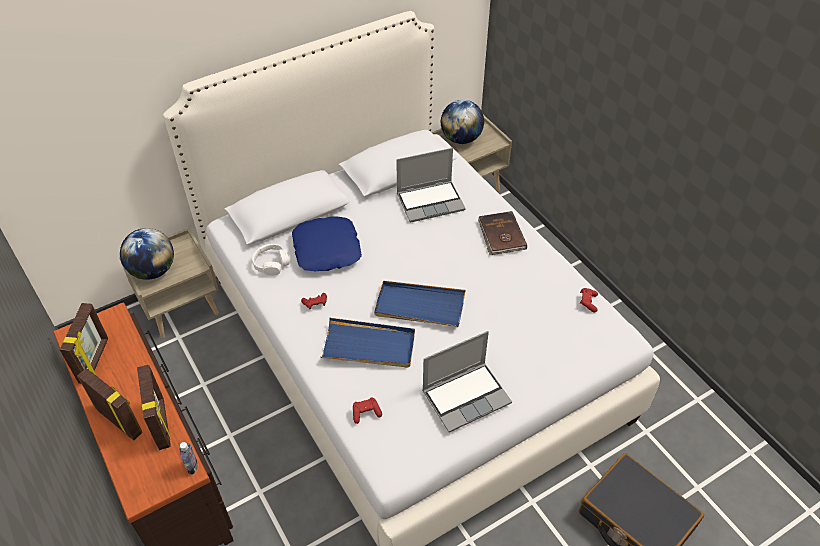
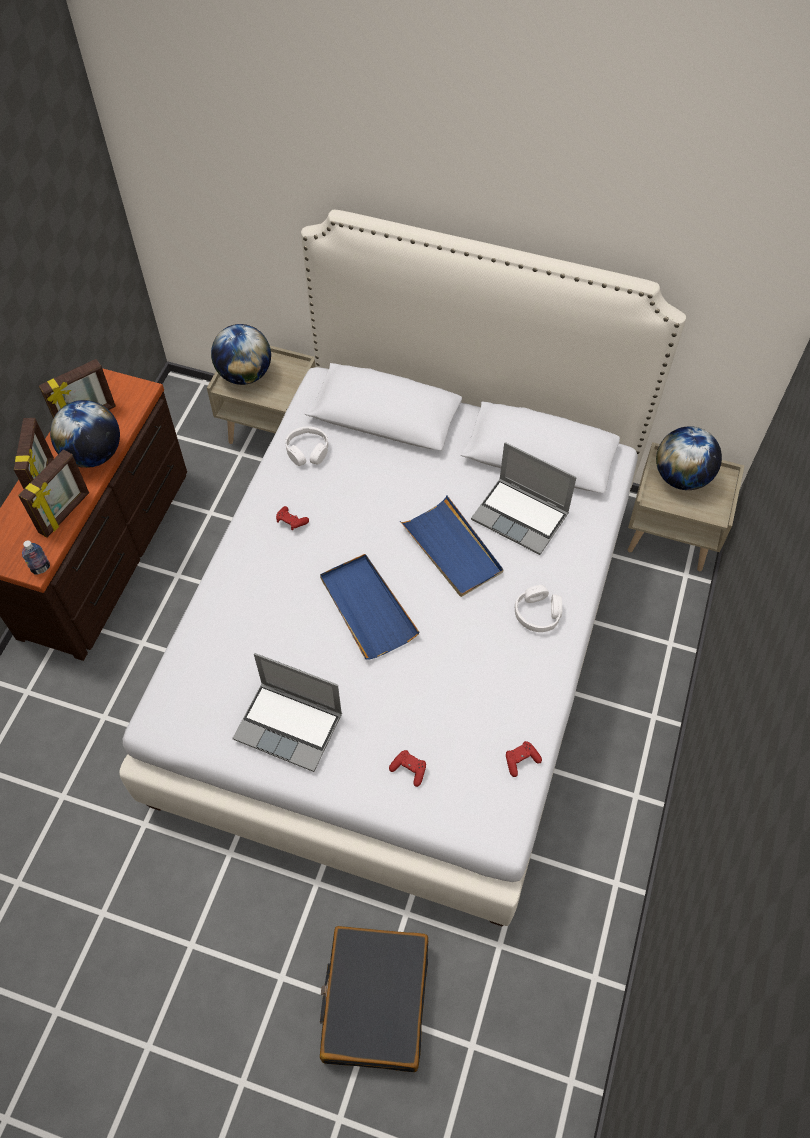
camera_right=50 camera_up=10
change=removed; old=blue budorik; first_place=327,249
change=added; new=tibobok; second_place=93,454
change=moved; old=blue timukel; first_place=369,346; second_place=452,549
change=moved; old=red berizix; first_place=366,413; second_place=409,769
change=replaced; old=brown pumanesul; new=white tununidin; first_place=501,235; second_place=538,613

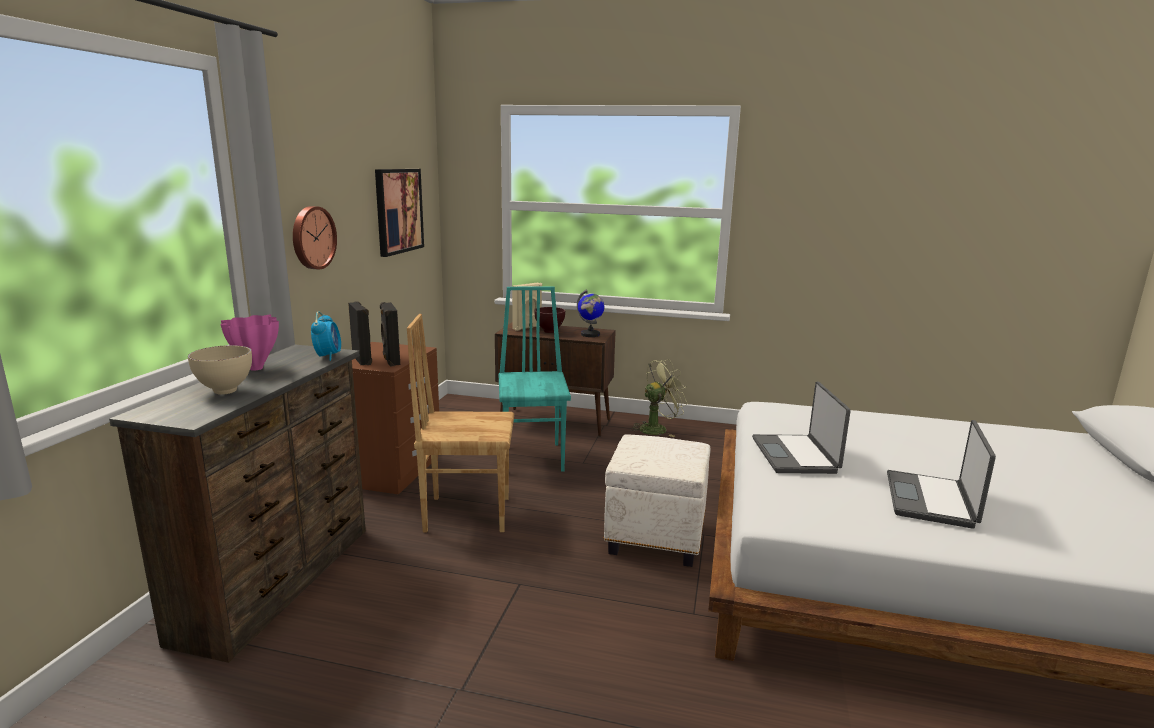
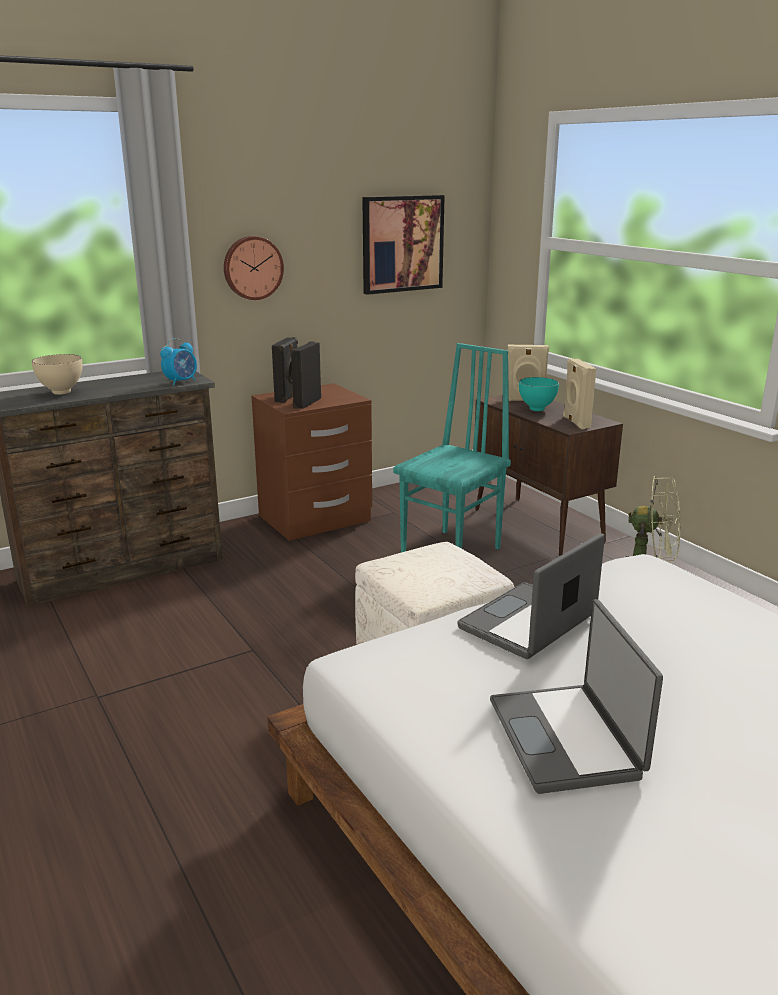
camera_right=45 camera_up=5
change=removed; old=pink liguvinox; first_place=255,369
change=removed; old=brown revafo; first_place=466,513
change=replaced; old=tibobok; new=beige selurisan; first_place=590,335; second_place=575,422
change=recoloured; old=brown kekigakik; new=turquoise kekigakik; first_place=550,331; second_place=538,409
change=turned; old=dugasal; first_place=932,501; second_place=567,739; degrees=-75

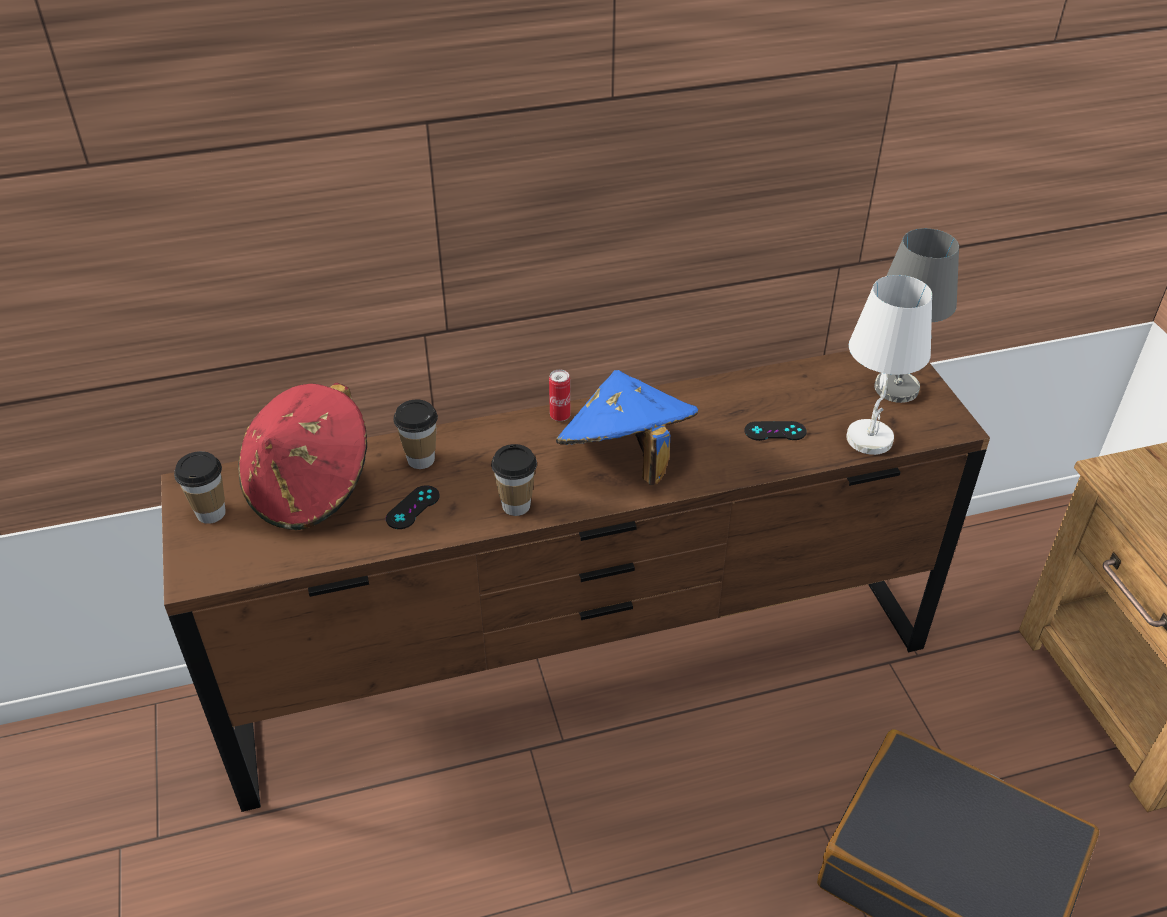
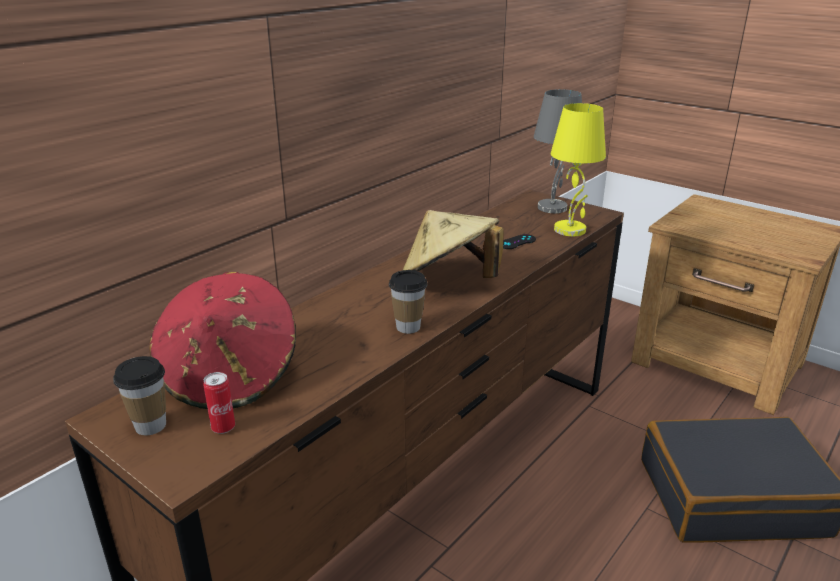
camera_right=-35 camera_up=-15
change=removed; old=black berizix; first_place=413,507
change=removed; old=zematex; first_place=421,460
change=moved; old=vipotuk; first_place=560,416; second_place=223,428
change=recoloured; old=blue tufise; new=beige tufise; first_place=626,460; second_place=449,281
change=recoloured; old=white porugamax; new=yellow porugamax; first_place=870,440; second_place=571,230

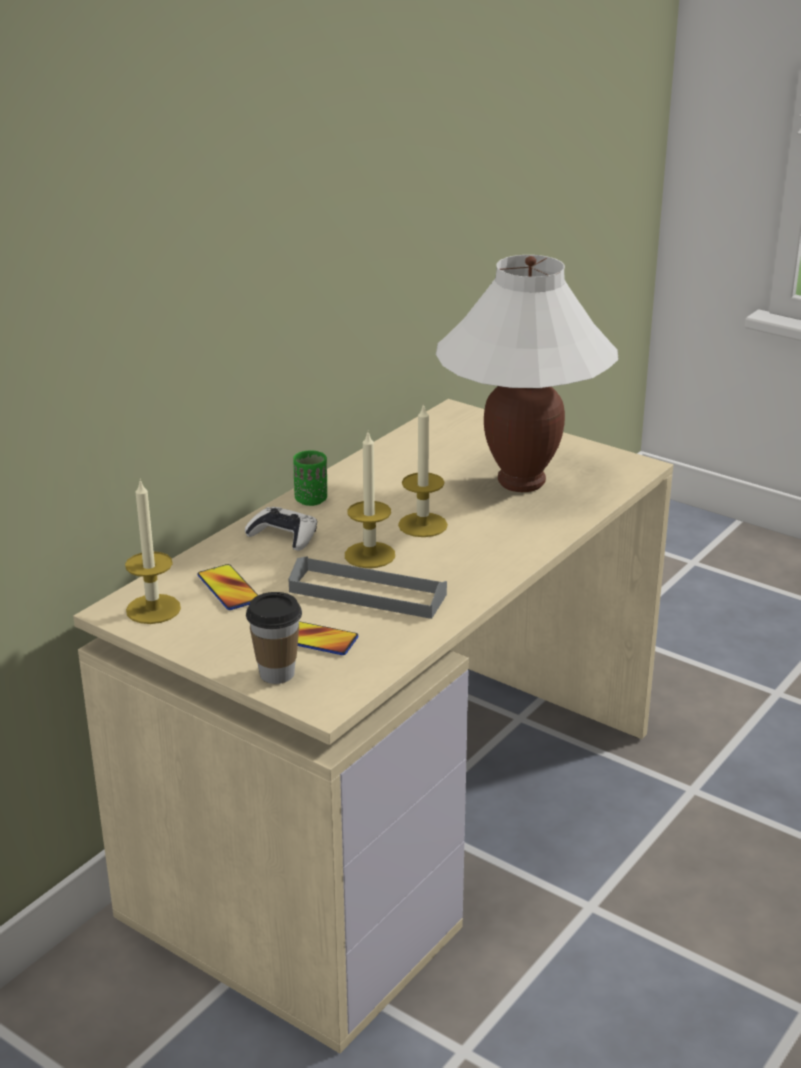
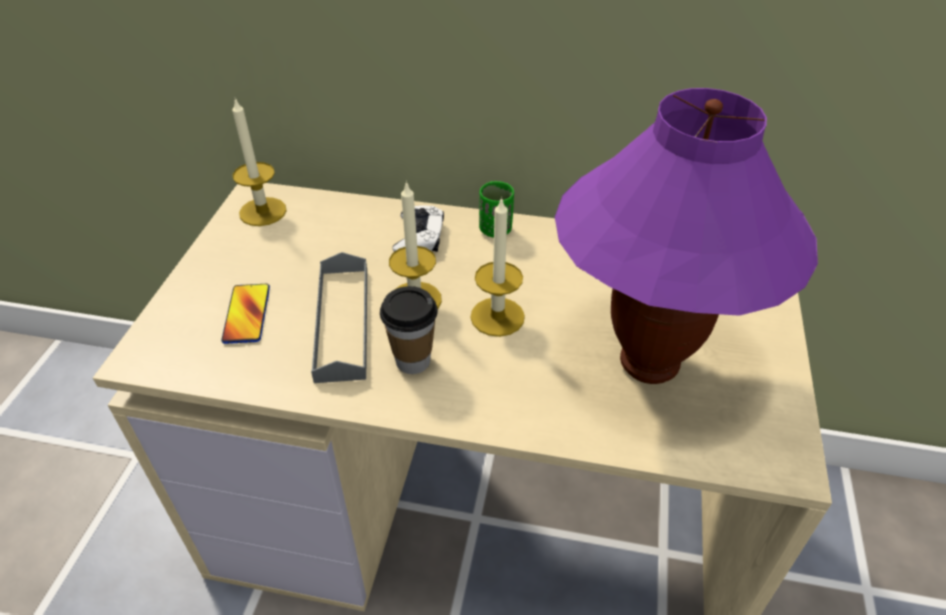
camera_right=65 camera_up=15
change=removed; old=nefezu; first_place=229,589
change=moved; old=zematex; first_place=277,674; second_place=413,361
change=recoloured; old=white porugamax; new=purple porugamax; first_place=522,482; second_place=650,364

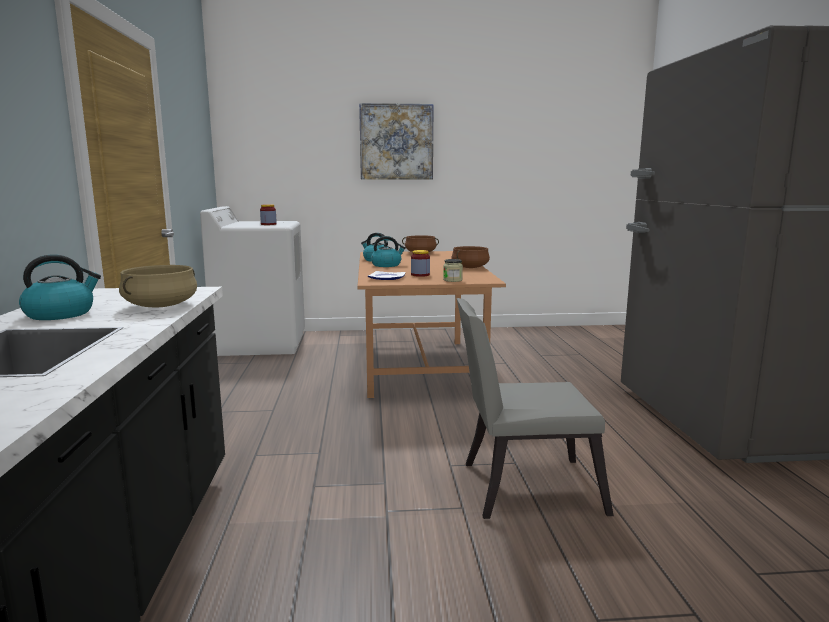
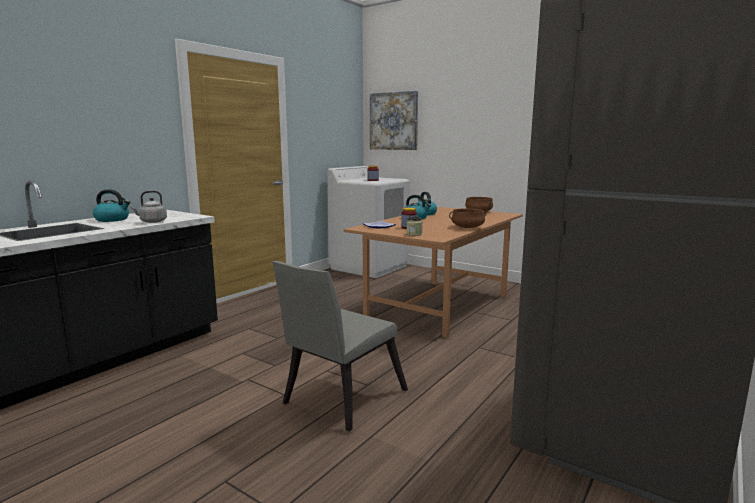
camera_right=40 camera_up=0
change=moved; old=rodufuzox; first_place=396,142; second_place=393,121
change=replaced; old=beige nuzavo; new=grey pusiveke; first_place=161,306; second_place=152,222
change=turned; old=grey revafo; first_place=522,487; second_place=339,399; degrees=-90

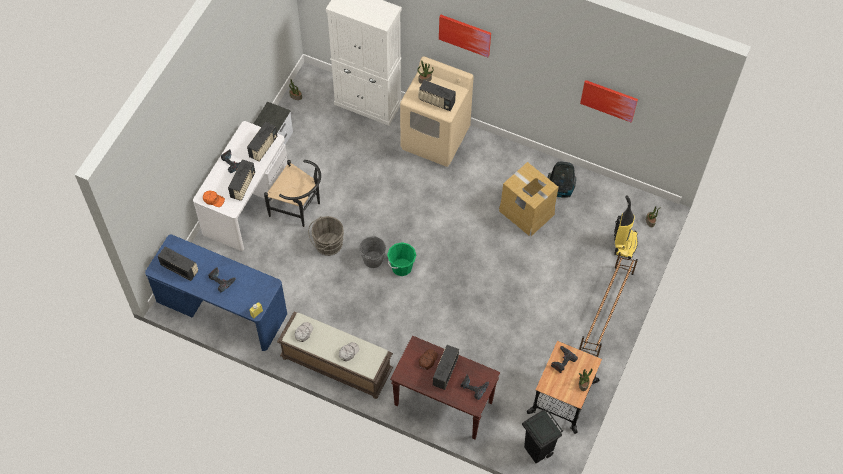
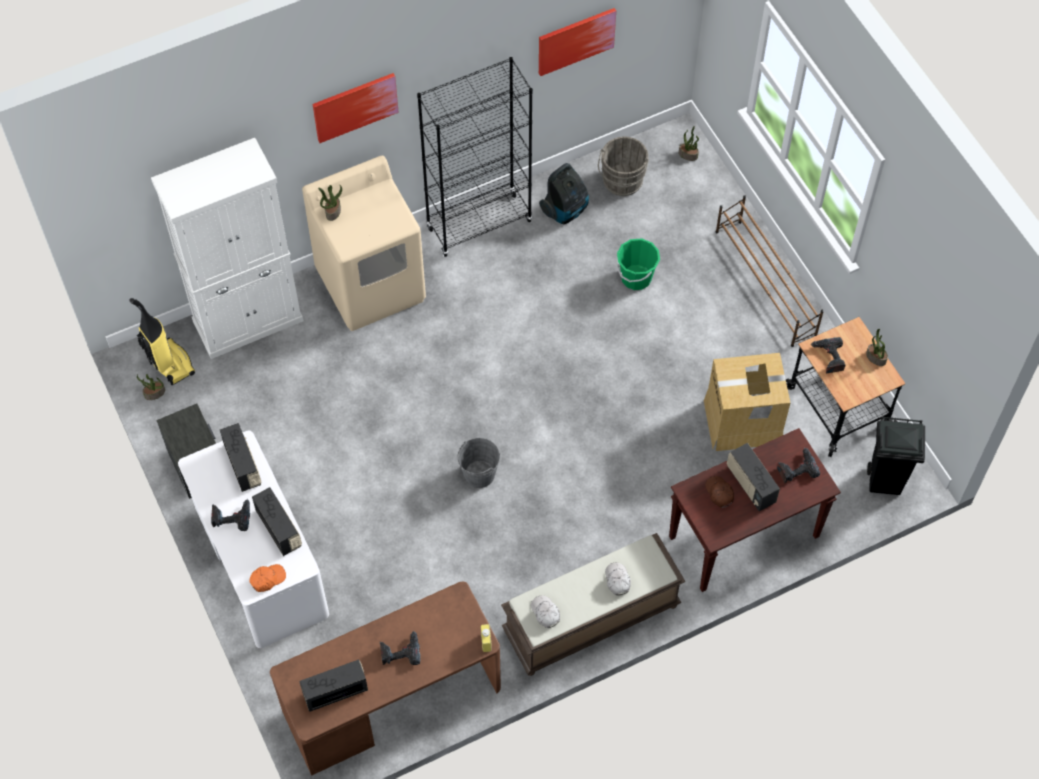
camera_right=-50 camera_up=0
change=removed; old=black revafo; first_place=299,208
change=removed; old=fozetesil; first_place=436,102
change=added; new=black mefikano; second_place=479,224
change=moved; old=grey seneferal; first_place=327,245; second_place=622,183
change=moved; old=green seneferal; first_place=401,267; second_place=636,278
change=moved; old=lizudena; first_place=526,212; second_place=743,422
change=moved; old=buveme; first_place=624,243; second_place=170,363
change=recoloured; old=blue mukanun; new=brown mukanun; first_place=221,308; second_place=392,700

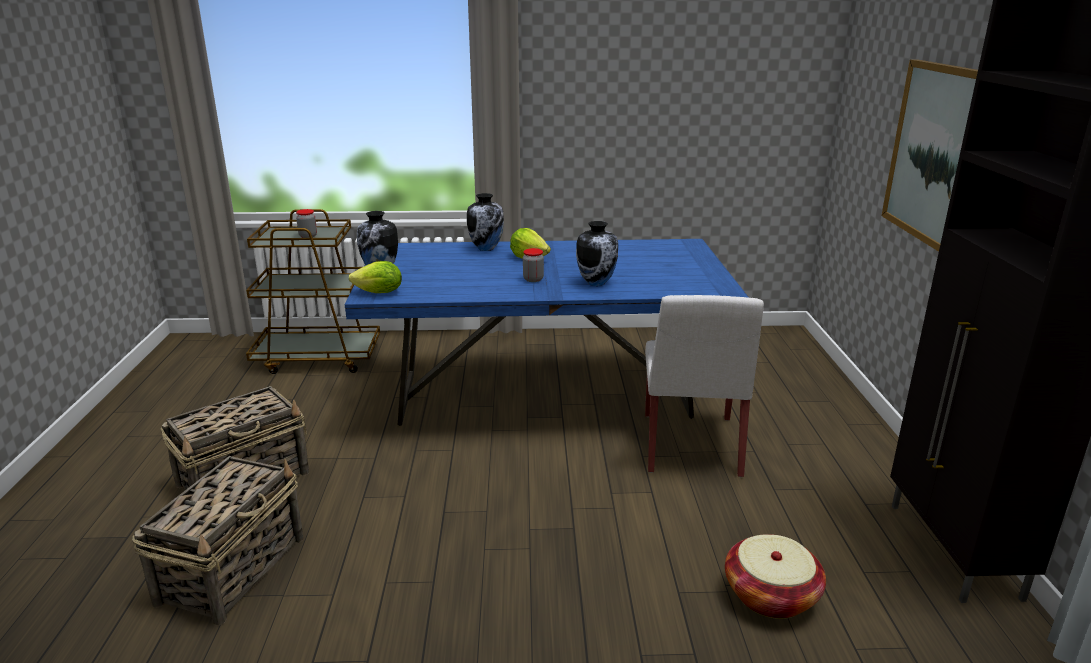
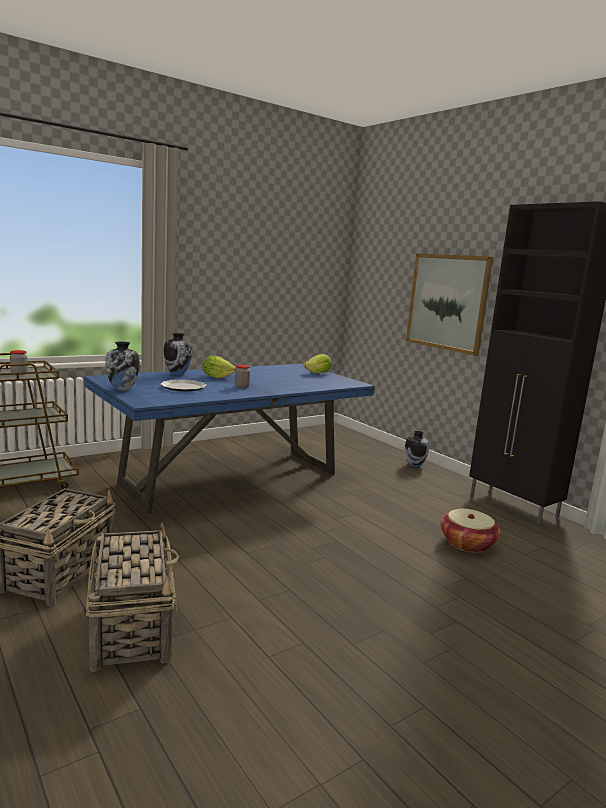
camera_right=-35 camera_up=-10
change=removed; old=white revafo; first_place=691,445
change=added; new=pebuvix; second_place=183,387
change=moved; old=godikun; first_place=379,293; second_place=318,373
change=moved; old=liguvinox; first_place=596,283; second_place=414,465

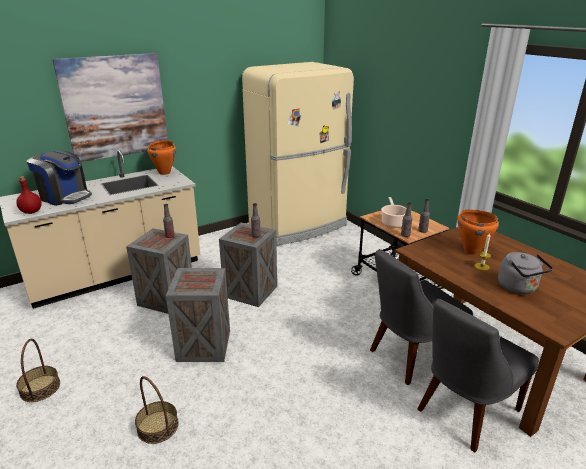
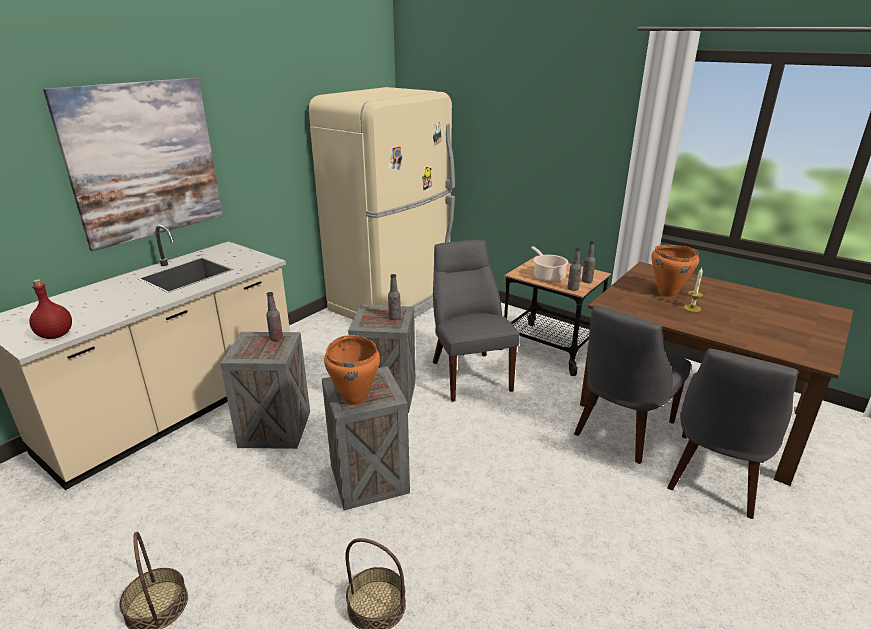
camera_right=-20 camera_up=0
change=removed; old=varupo; first_place=65,197
change=removed; old=grey pusiveke; first_place=519,288
change=added; new=grey revafo; second_place=469,373
change=moved; old=orange nuzavo; first_place=165,172; second_place=355,398

